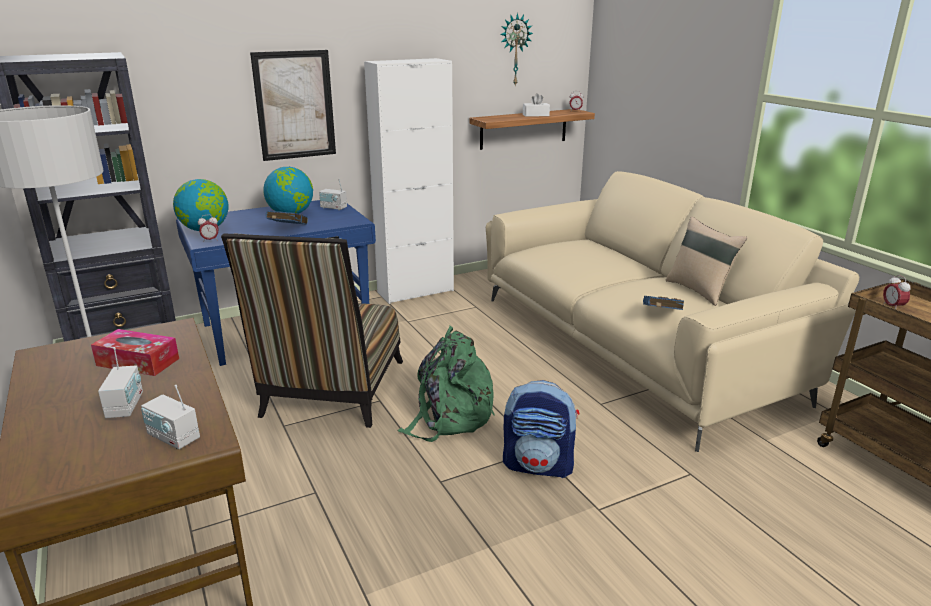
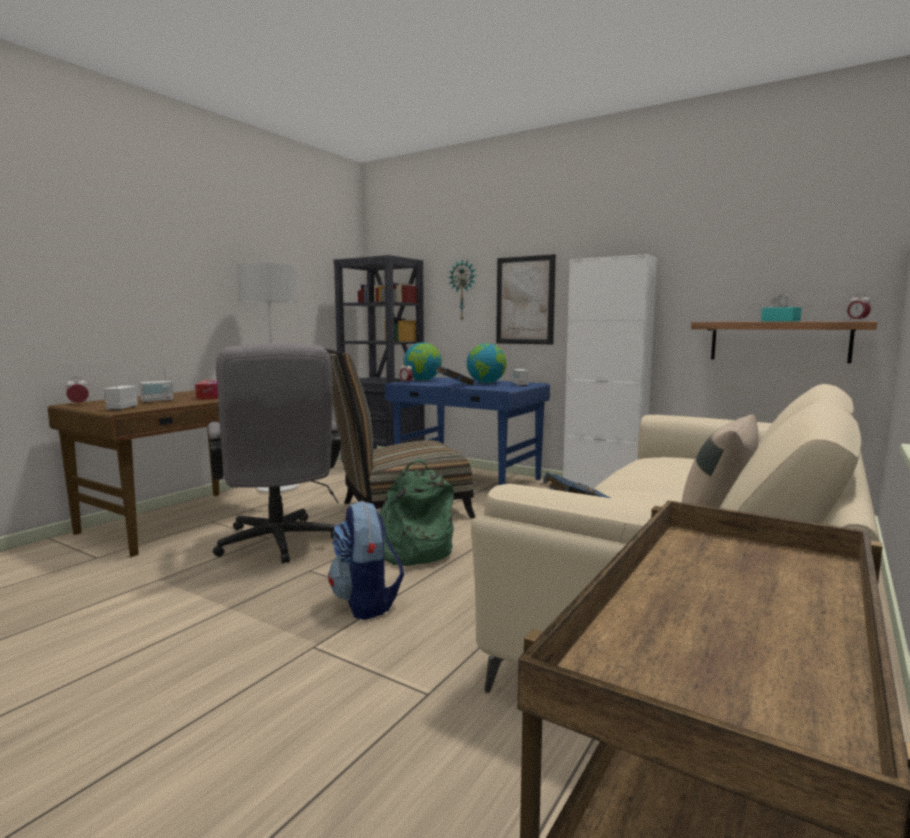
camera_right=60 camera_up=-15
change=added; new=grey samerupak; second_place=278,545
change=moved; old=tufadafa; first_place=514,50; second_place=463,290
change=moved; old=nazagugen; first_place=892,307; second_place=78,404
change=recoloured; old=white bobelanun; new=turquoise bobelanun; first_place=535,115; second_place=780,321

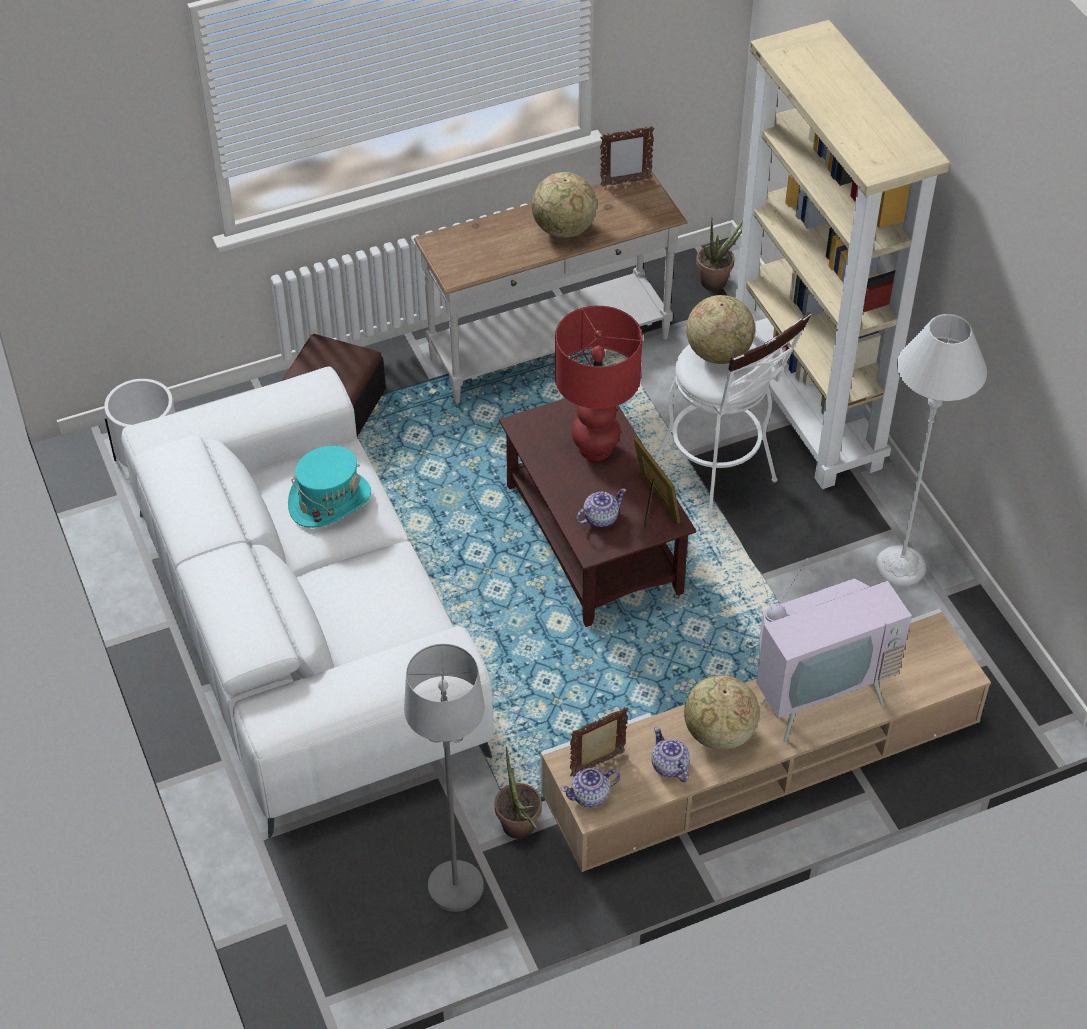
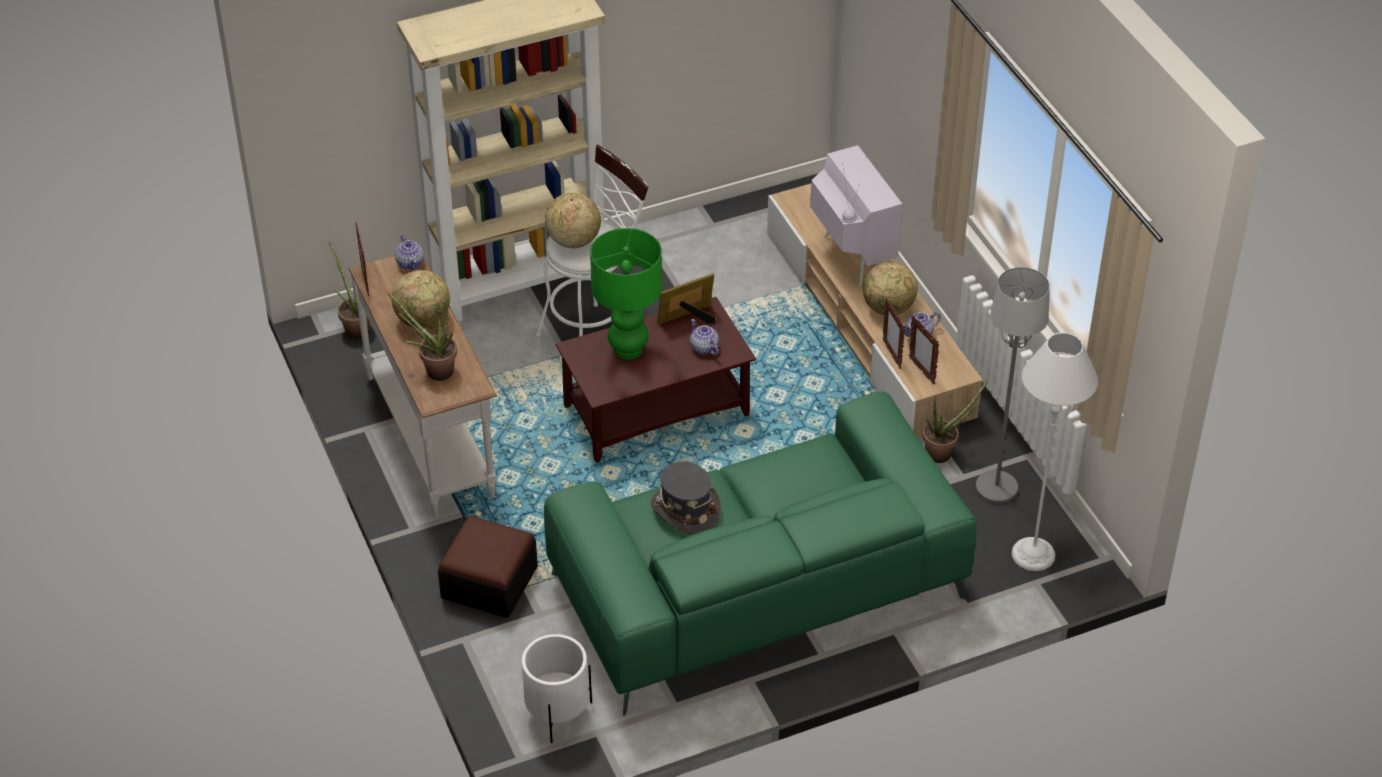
camera_right=-90 camera_up=-5
change=added; new=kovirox; second_place=434,370
change=added; new=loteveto; second_place=891,354
change=moved; old=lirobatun; first_place=590,795; second_place=410,263
change=moved; old=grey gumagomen; first_place=901,566; second_place=1033,554
change=recoloured; old=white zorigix; new=green zorigix; first_place=306,630; second_place=756,587
change=recoloured; old=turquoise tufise; new=grey tufise; first_place=330,500; second_place=685,510
change=recoloured; old=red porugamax; new=green porugamax; first_place=594,448; second_place=628,350

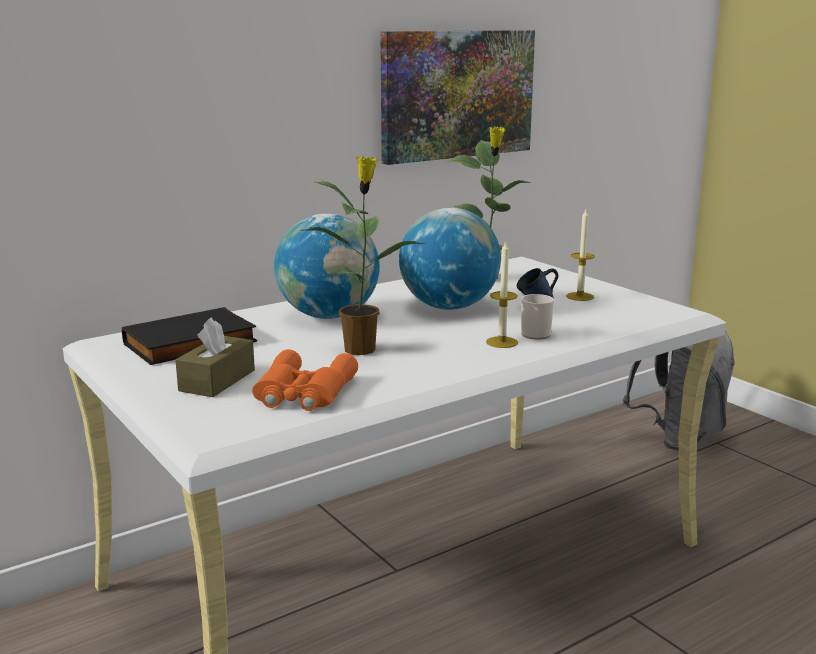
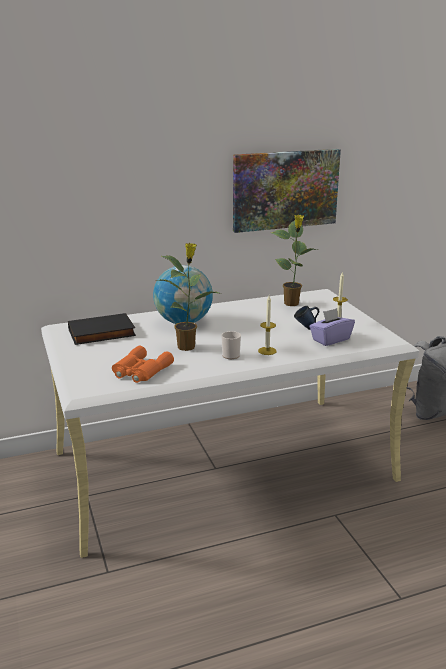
camera_right=15 camera_up=5
change=removed; old=brown bobelanun; first_place=217,380
change=removed; old=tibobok; first_place=448,307
change=added; new=purple bobelanun; second_place=330,339
change=moved; old=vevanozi; first_place=536,333; second_place=231,354

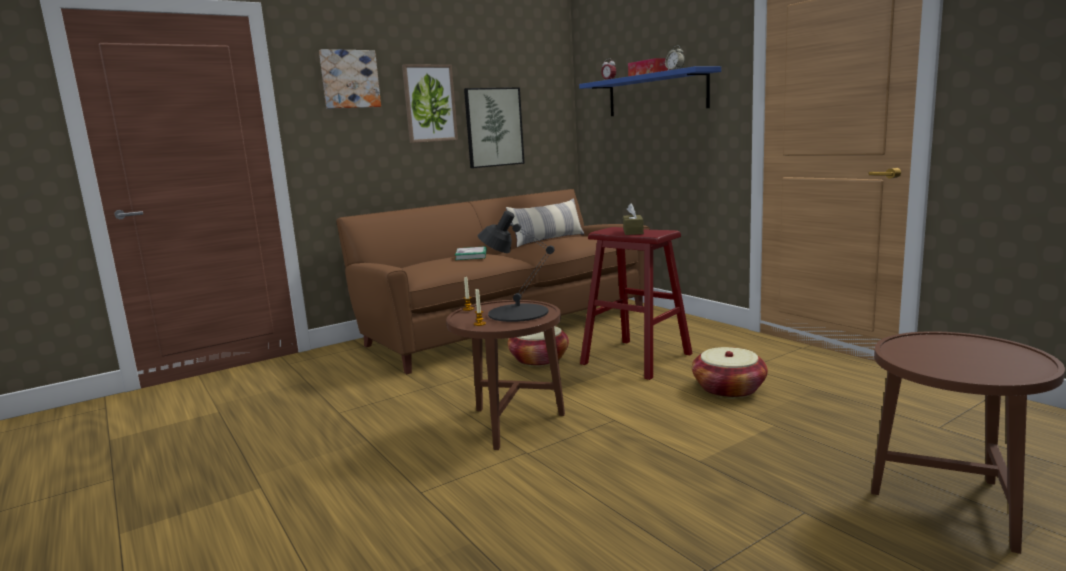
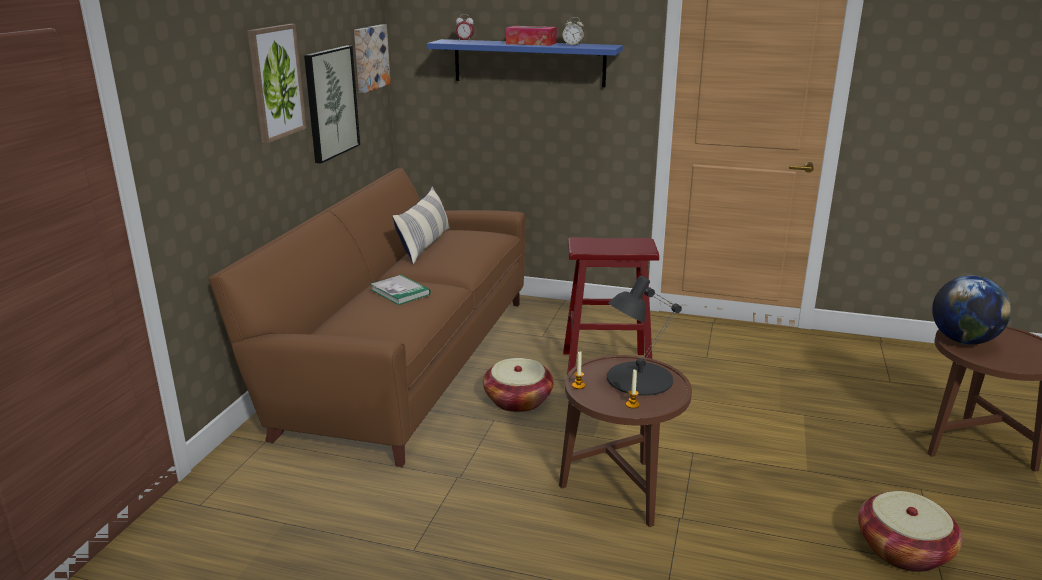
camera_right=-40 camera_up=10
change=removed; old=brown bobelanun; first_place=633,232
change=added; new=tibobok; second_place=963,340
change=moved; old=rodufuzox; first_place=349,79; second_place=369,58
change=moved; old=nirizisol; first_place=728,389; second_place=903,550

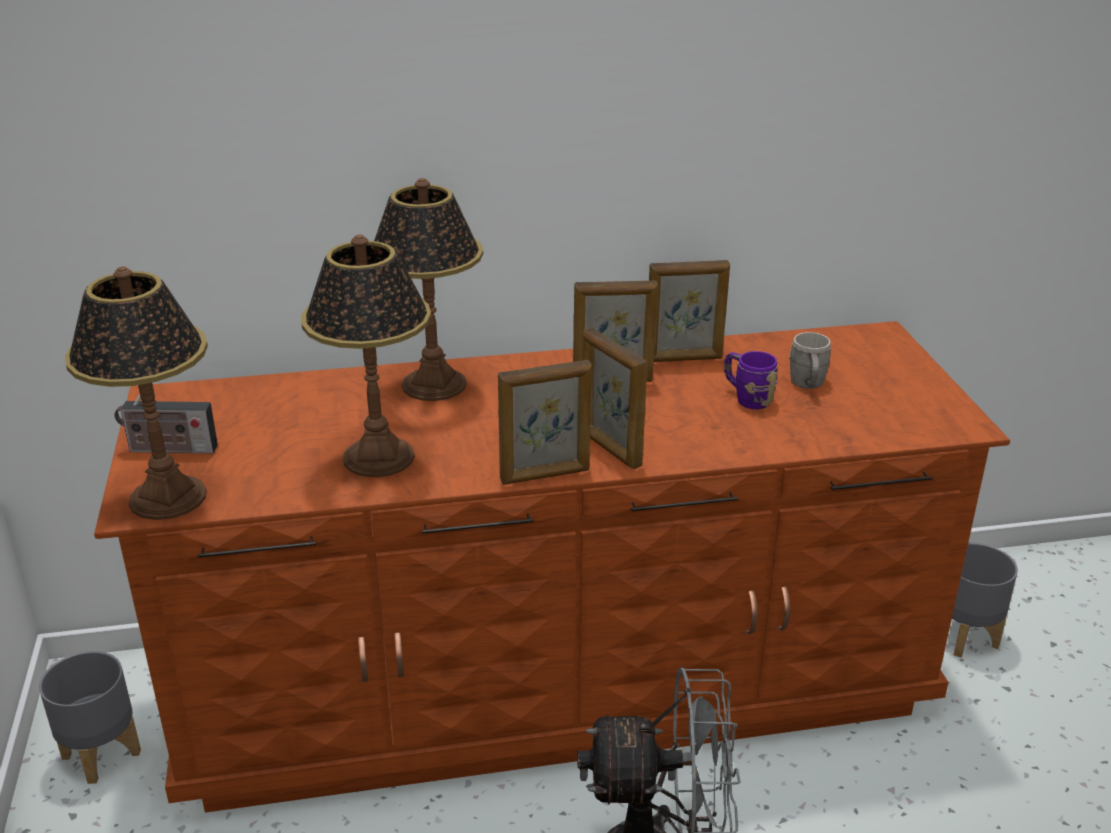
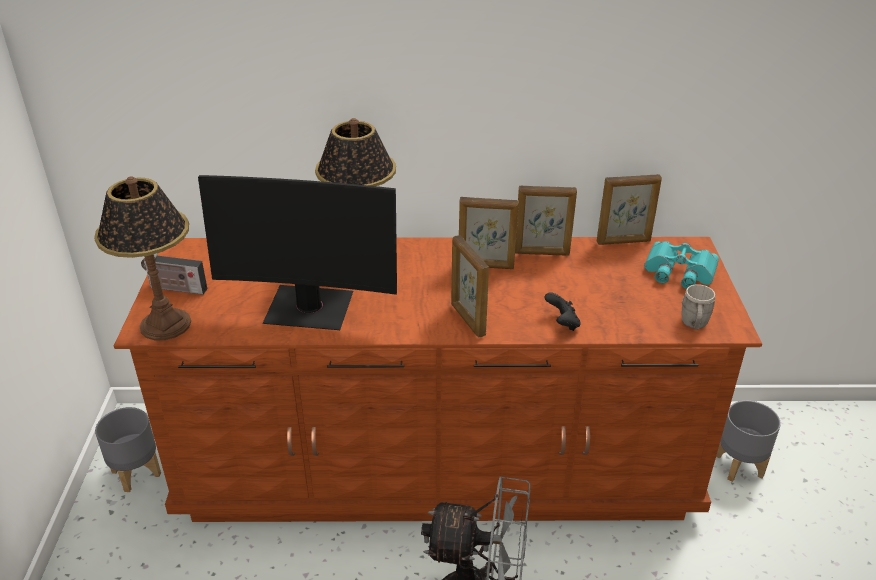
camera_right=10 camera_up=5
change=removed; old=purple vevanozi; first_place=747,398
change=added; new=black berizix; second_place=562,323
change=added; new=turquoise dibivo; second_place=678,272
change=moved; old=loteveto; first_place=545,475; second_place=624,242
change=moved; old=grey vevanozi; first_place=808,385; second_place=694,325
change=replaced; old=porugamax; new=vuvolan; first_place=379,457; second_place=309,309

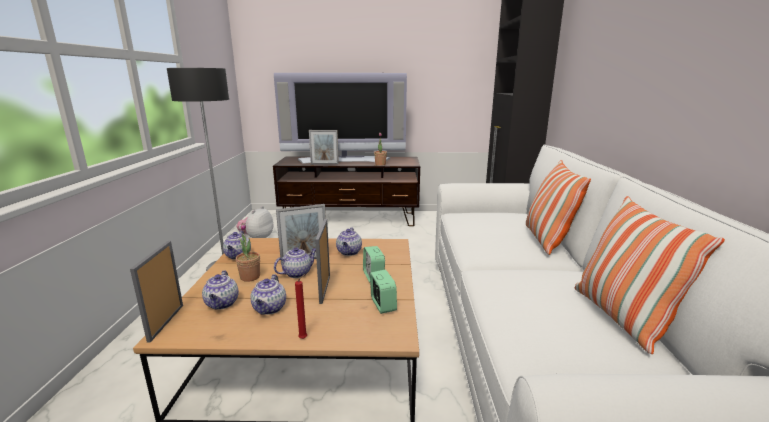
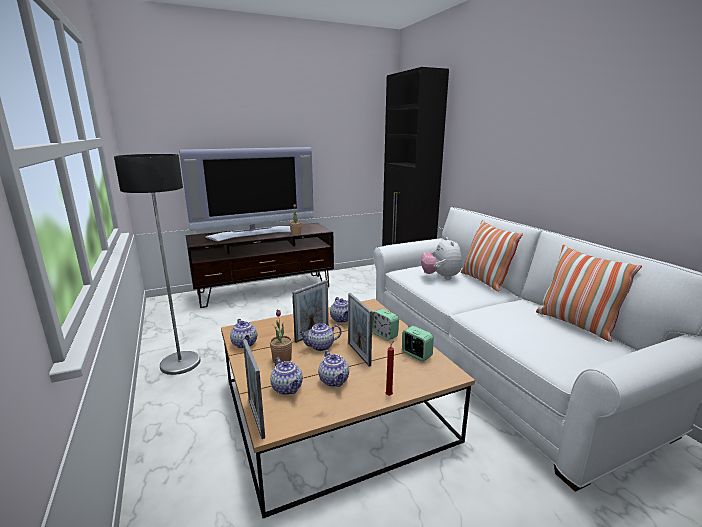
camera_right=-25 camera_up=0
change=removed; old=loteveto; first_place=324,164
change=moved; old=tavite; first_place=257,238; second_place=440,277
change=turned; old=lirobatun; first_place=297,273; second_place=320,346; degrees=-135

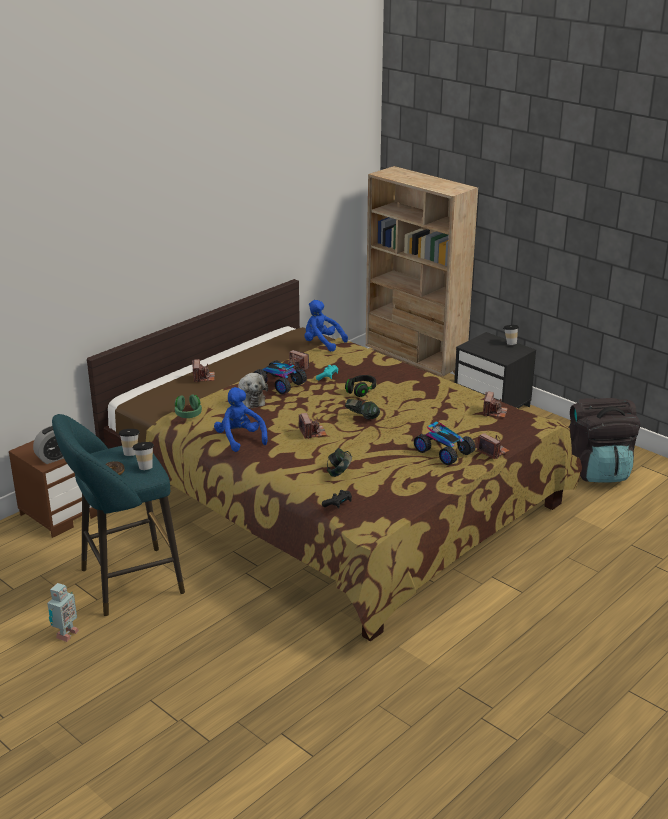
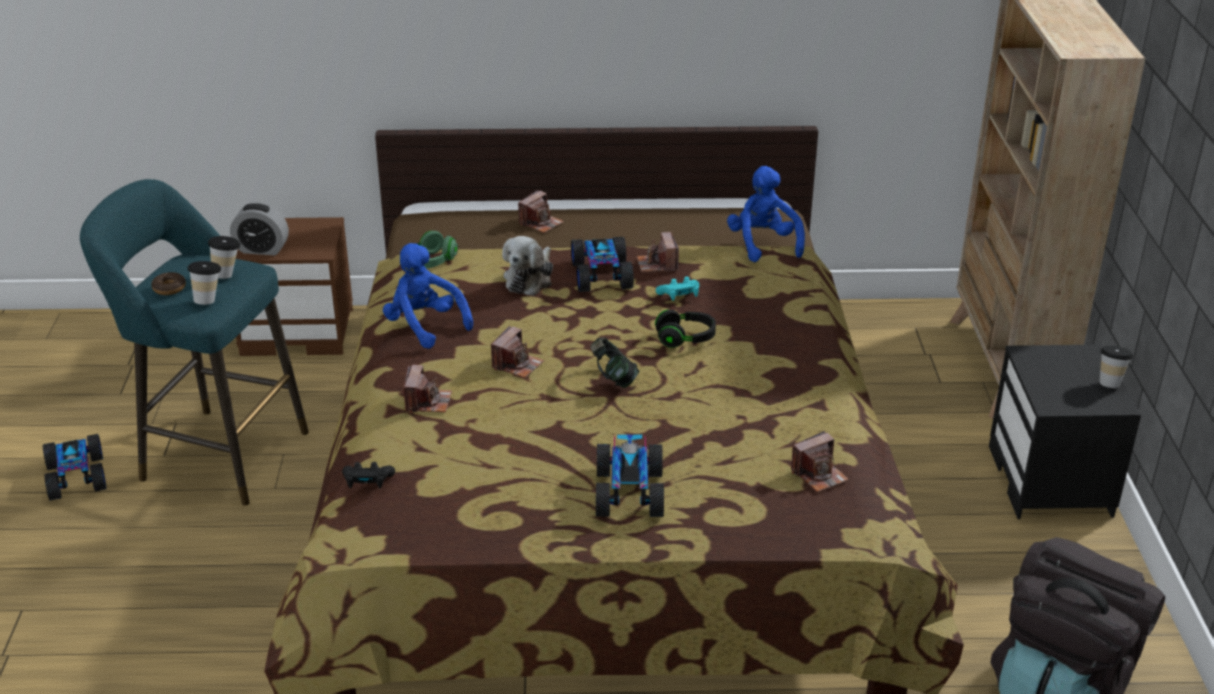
camera_right=45 camera_up=5
change=removed; old=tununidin; first_place=339,473
change=moved; old=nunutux; first_place=493,451; second_place=427,402
change=replaced; old=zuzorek; new=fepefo; first_place=65,634; second_place=78,476
change=turned; old=blue tavite; first_place=240,439; second_place=424,326; degrees=-60

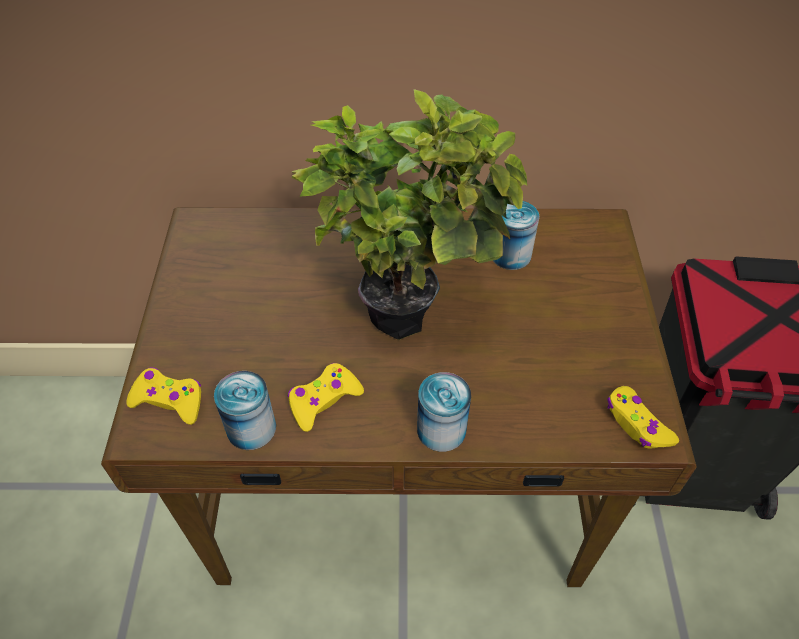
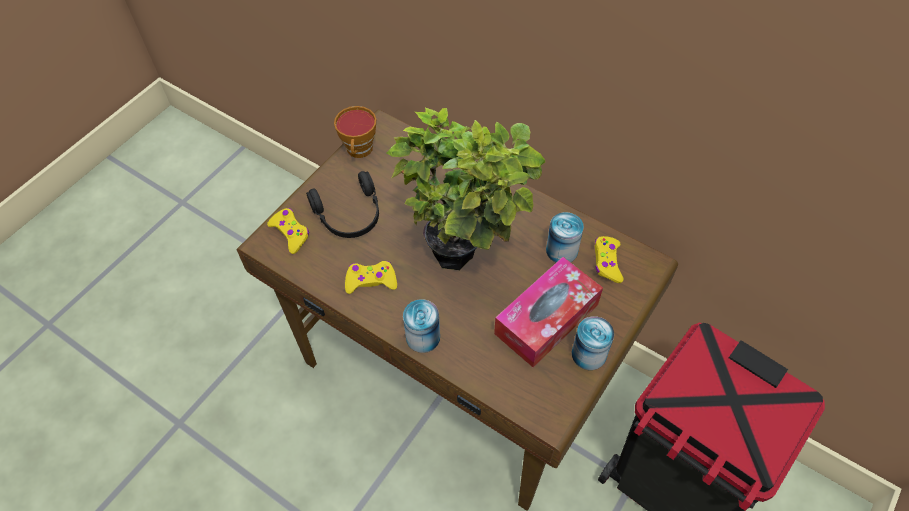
camera_right=35 camera_up=5
change=added; new=black tununidin; second_place=350,215
change=added; new=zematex; second_place=359,151
change=added; new=bobelanun; second_place=546,319
change=moved; old=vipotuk; first_place=251,428; second_place=589,354
change=moved; old=yellow berizix; first_place=637,424; second_place=607,262

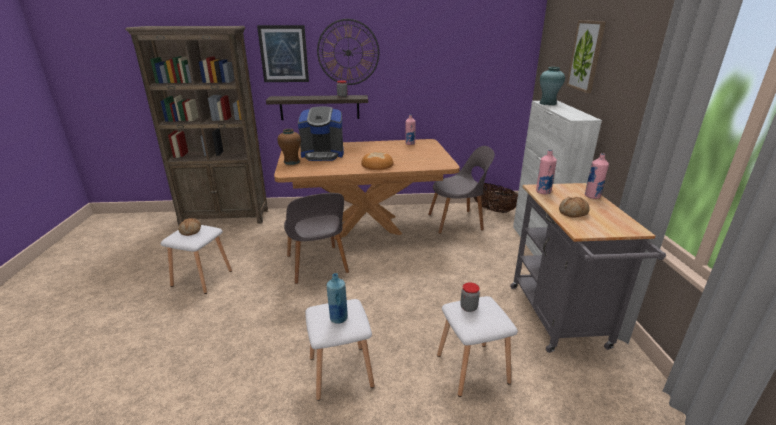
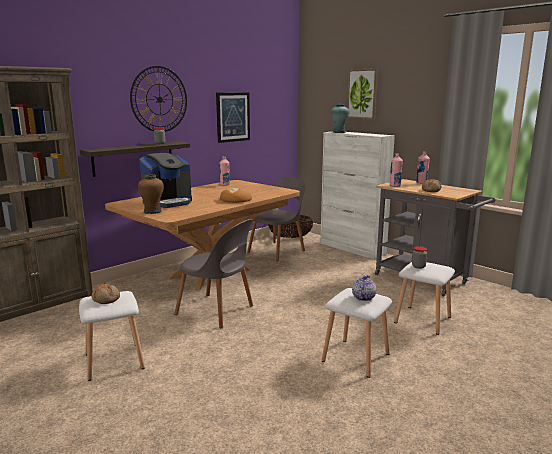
camera_right=-40 camera_up=-10
change=moved; old=rodufuzox; first_place=284,54; second_place=232,117
change=replaced; old=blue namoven; new=lirobatun; first_place=338,318; second_place=363,297

